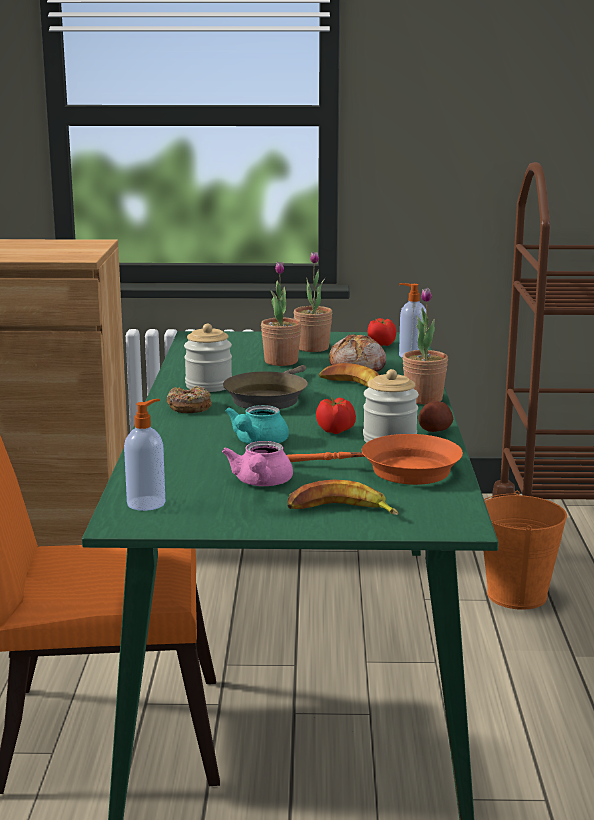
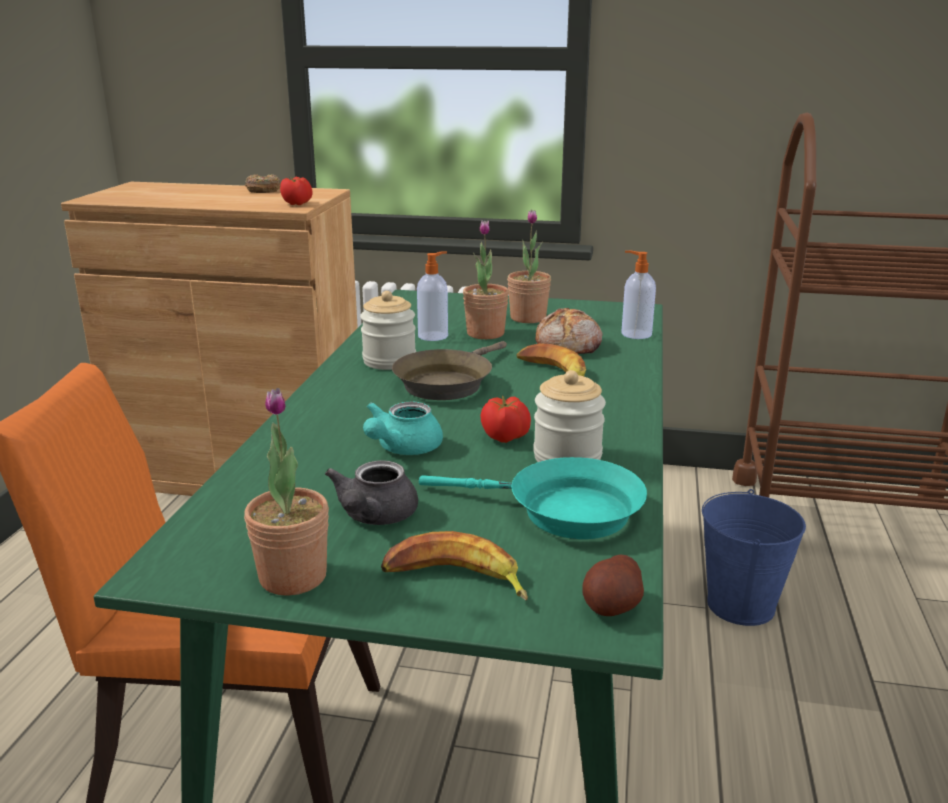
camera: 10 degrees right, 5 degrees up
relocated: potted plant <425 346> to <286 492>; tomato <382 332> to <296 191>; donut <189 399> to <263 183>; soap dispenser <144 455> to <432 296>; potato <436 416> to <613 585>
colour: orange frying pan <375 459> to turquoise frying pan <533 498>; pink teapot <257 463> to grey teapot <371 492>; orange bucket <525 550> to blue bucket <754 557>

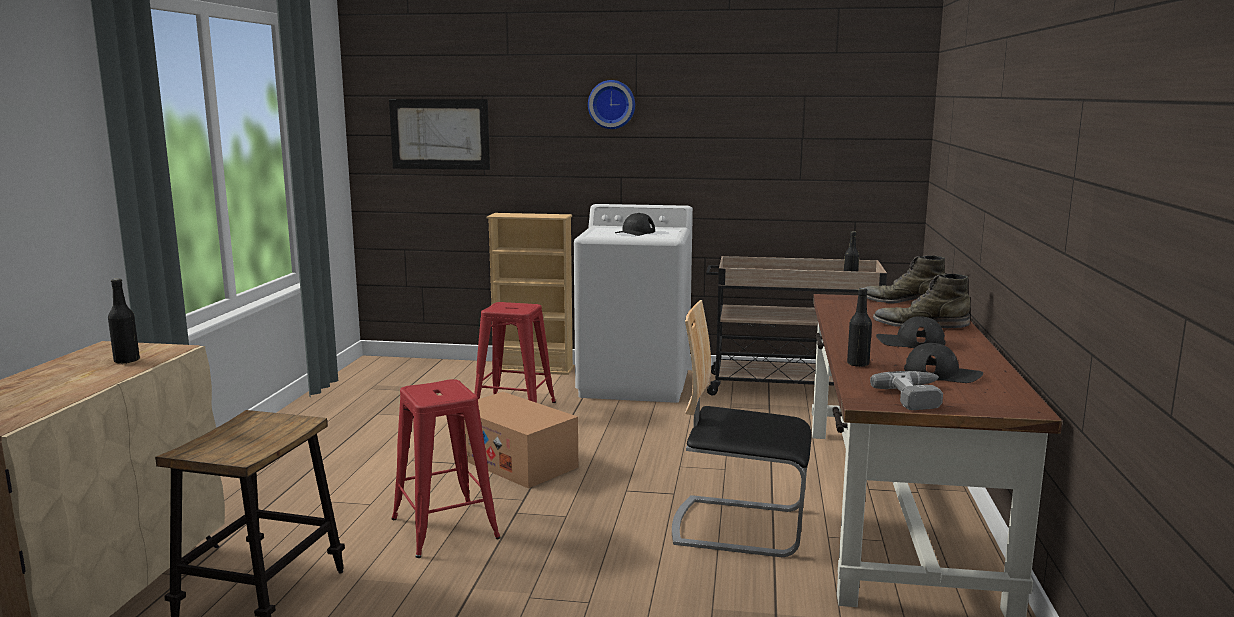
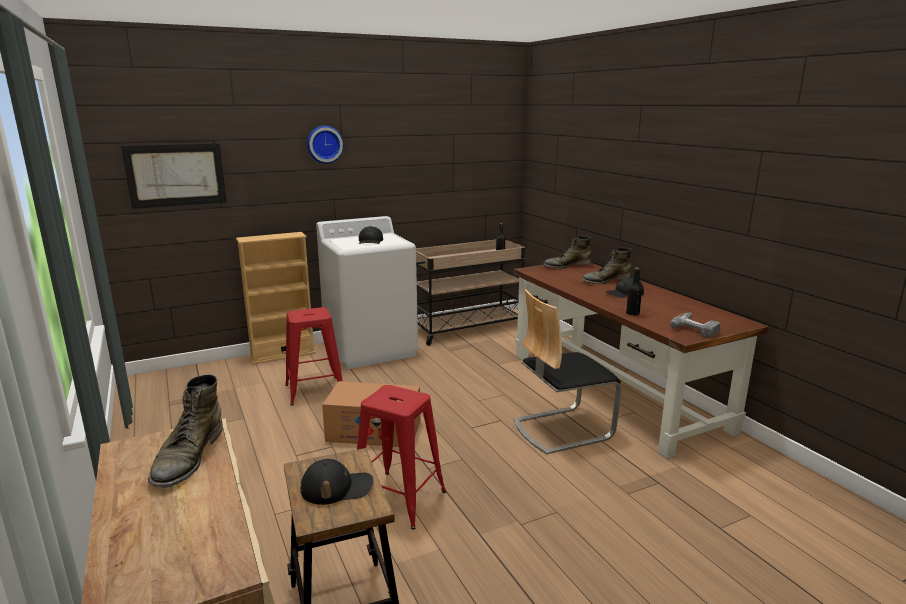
camera: 35 degrees left, 5 degrees up
relocated: black cap <943 363> to <336 482>
exchanged: black bottle <124 321> to green boot <185 431>

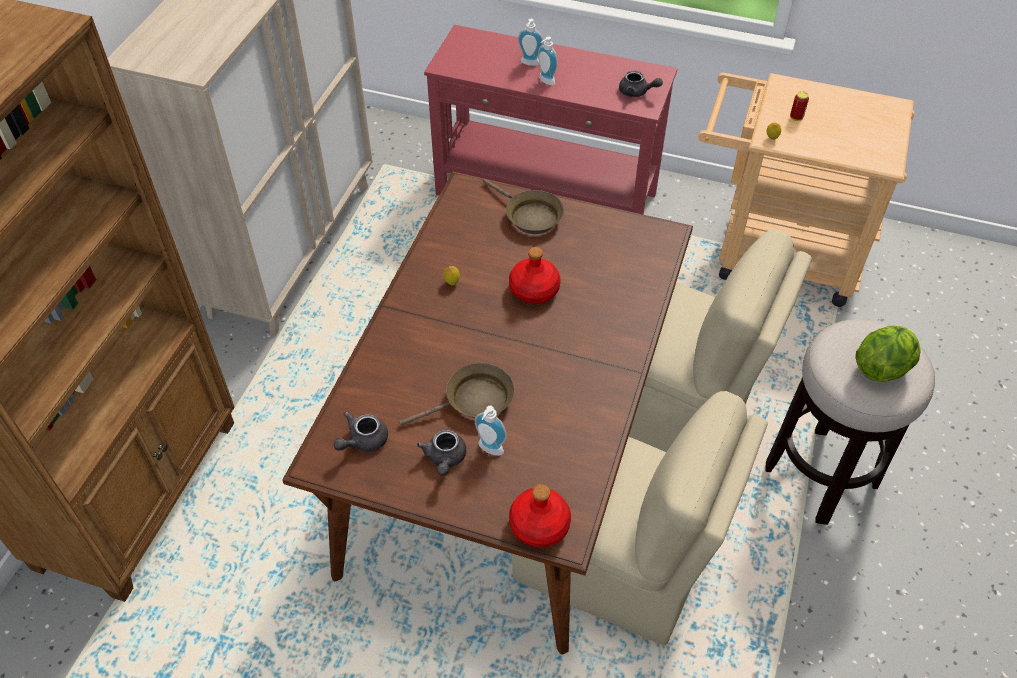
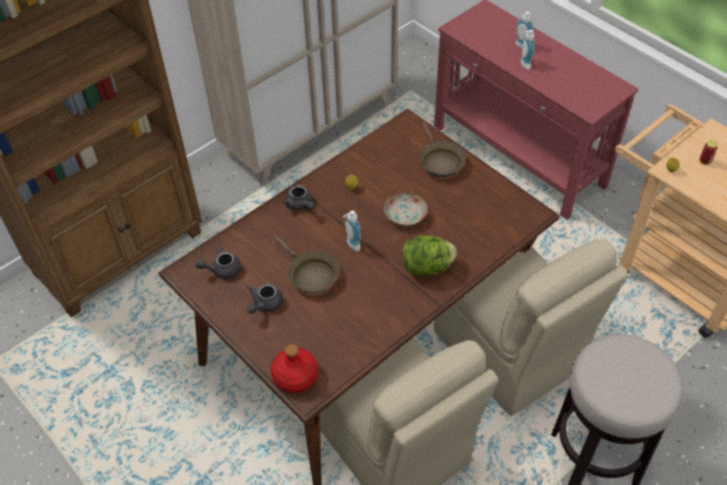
camera: 30 degrees right, 0 degrees up
relocated: grey teapot <641 84> to <299 198>; lettuce <888 354> to <429 255>; soap dispenser <491 431> to <352 230>
exchanged: red bottle <535 275> to plate <406 209>
spun: brown frying pan <456 394> = <307 264> 45 degrees clockwise

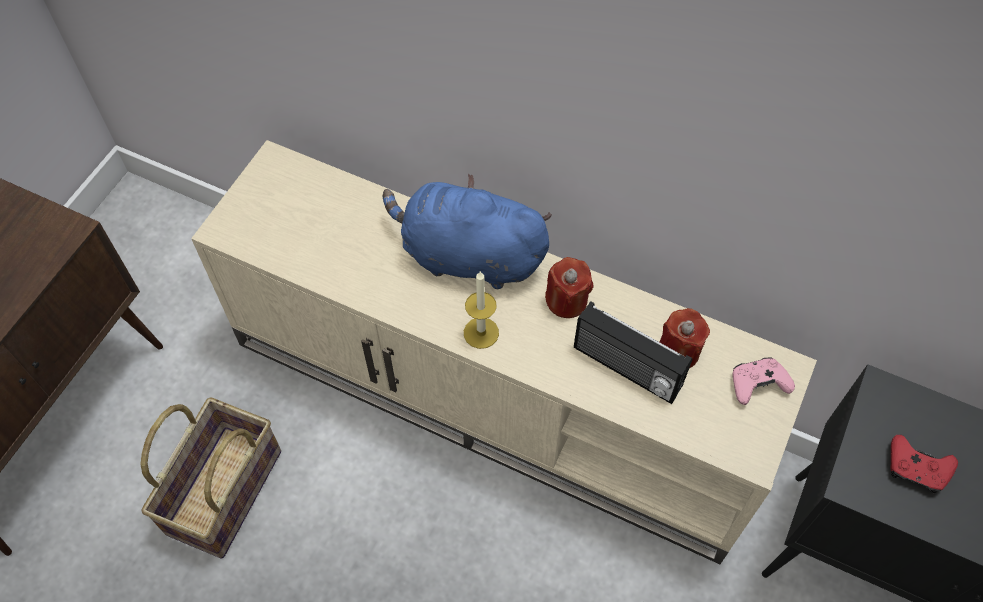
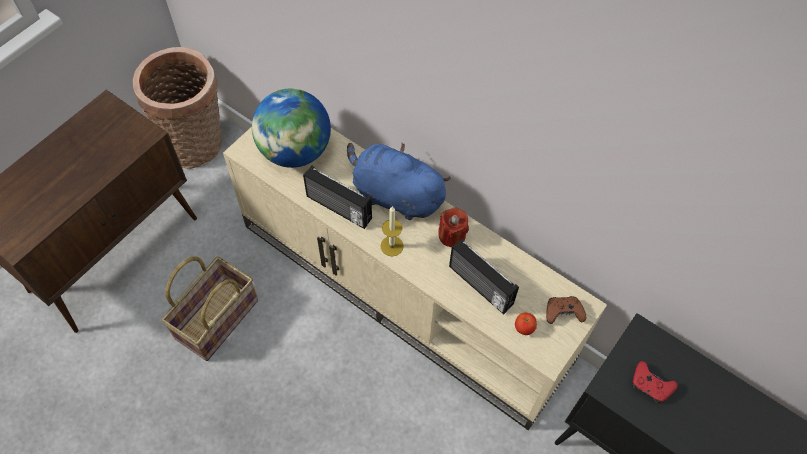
camera: 10 degrees right, 0 degrees up
missing: red candle <685 338>
appeared: basket <177 108>; globe <291 128>; radio <337 197>; apple <526 323>
colour: pink game controller <763 381> to brown game controller <566 310>

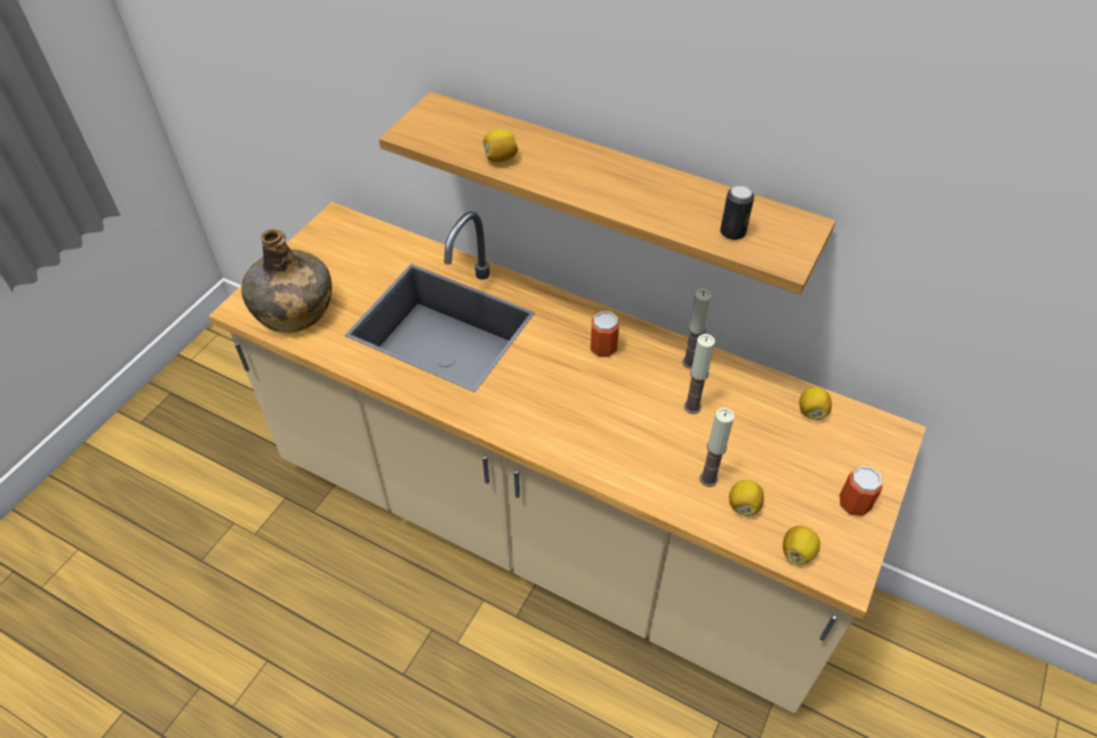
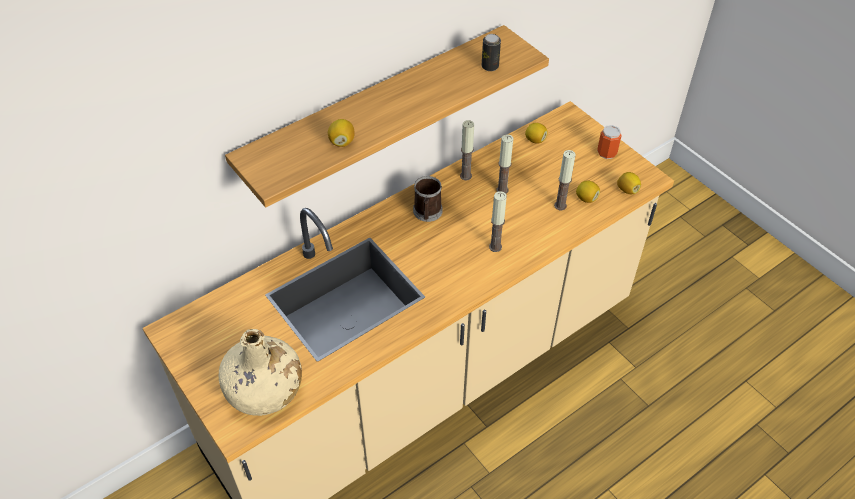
camera: 65 degrees left, 0 degrees up
appeared: candle <498 221>
exchanged: can <605 334> to mug <428 199>
colour: green bottle <286 281> to beige bottle <260 372>

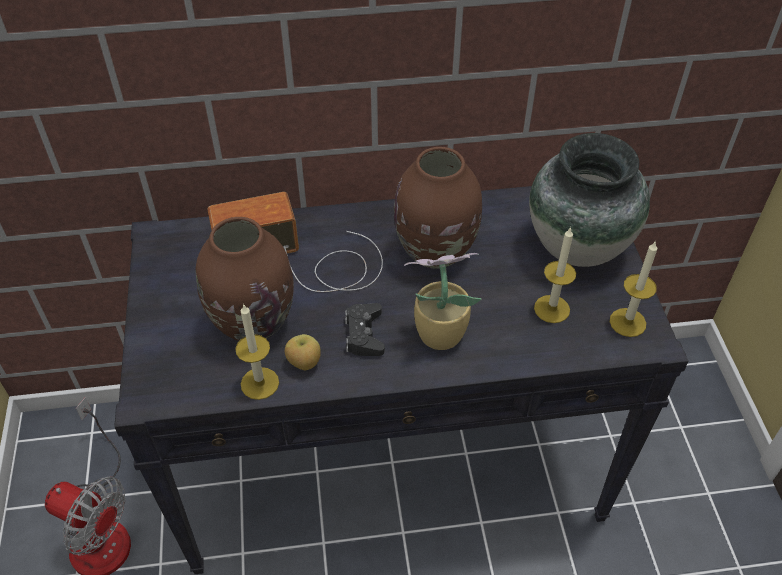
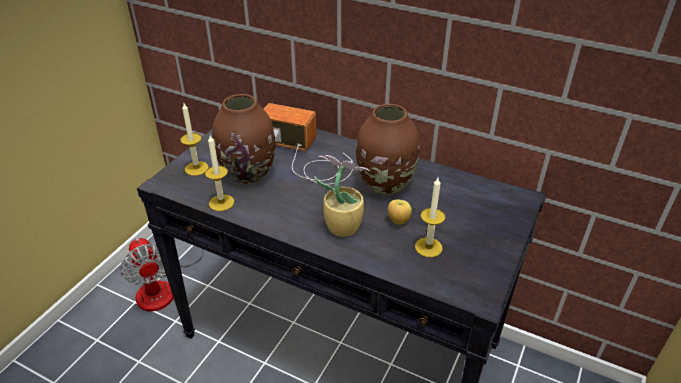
camera: 35 degrees right, 10 degrees down
missing: vase <589 200>; black game controller <365 329>
relocated: candle <633 289> to <194 139>; apple <303 352> to <400 212>

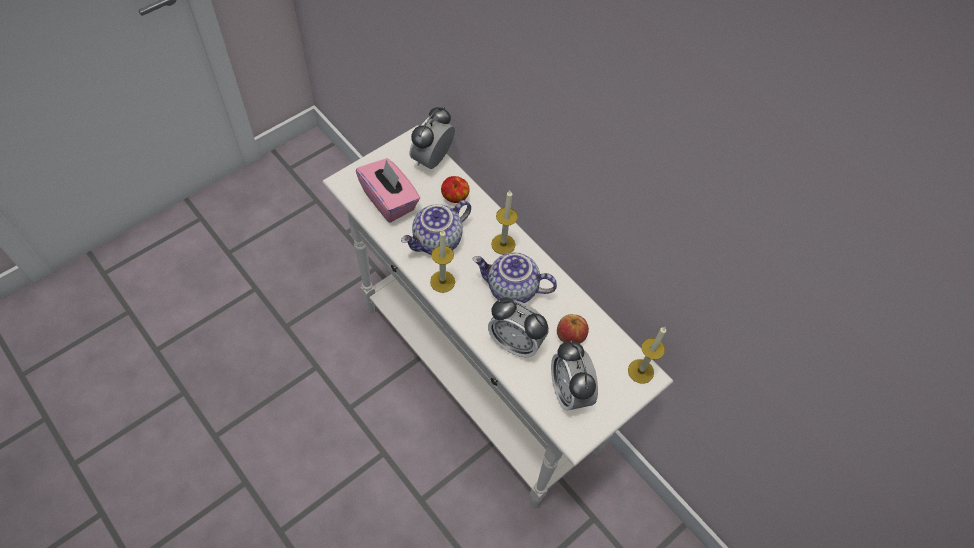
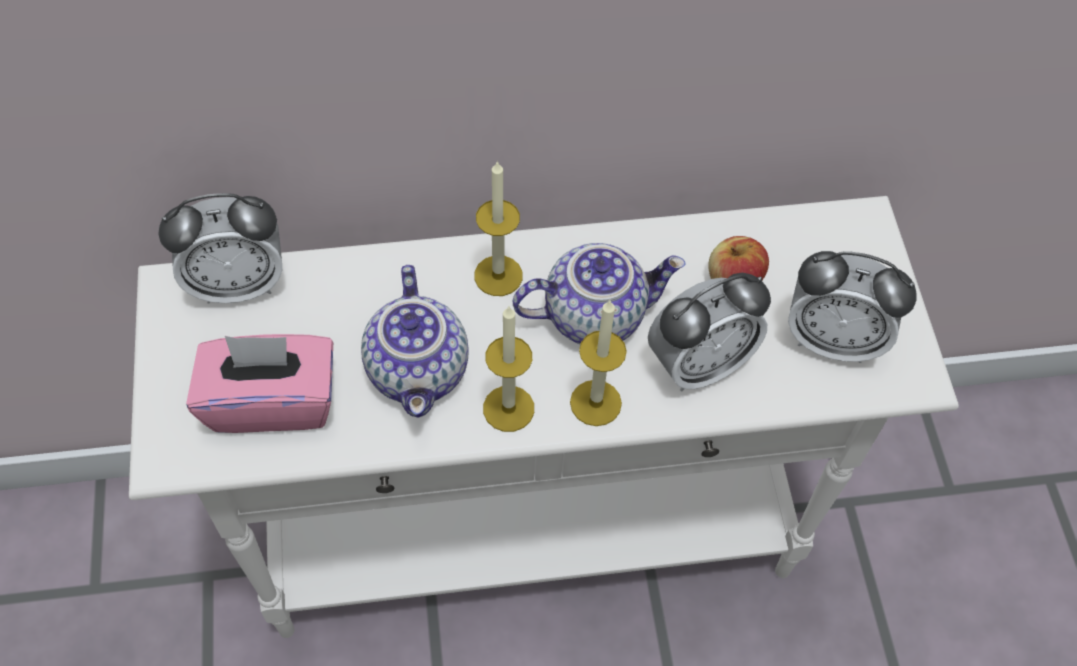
camera: 55 degrees left, 0 degrees up
missing: apple <455 189>
relocated: candle <647 355> to <598 362>
spun: alarm clock <432 138> = <220 248> 75 degrees counterclockwise; teapot <515 278> = <599 293> 150 degrees counterclockwise

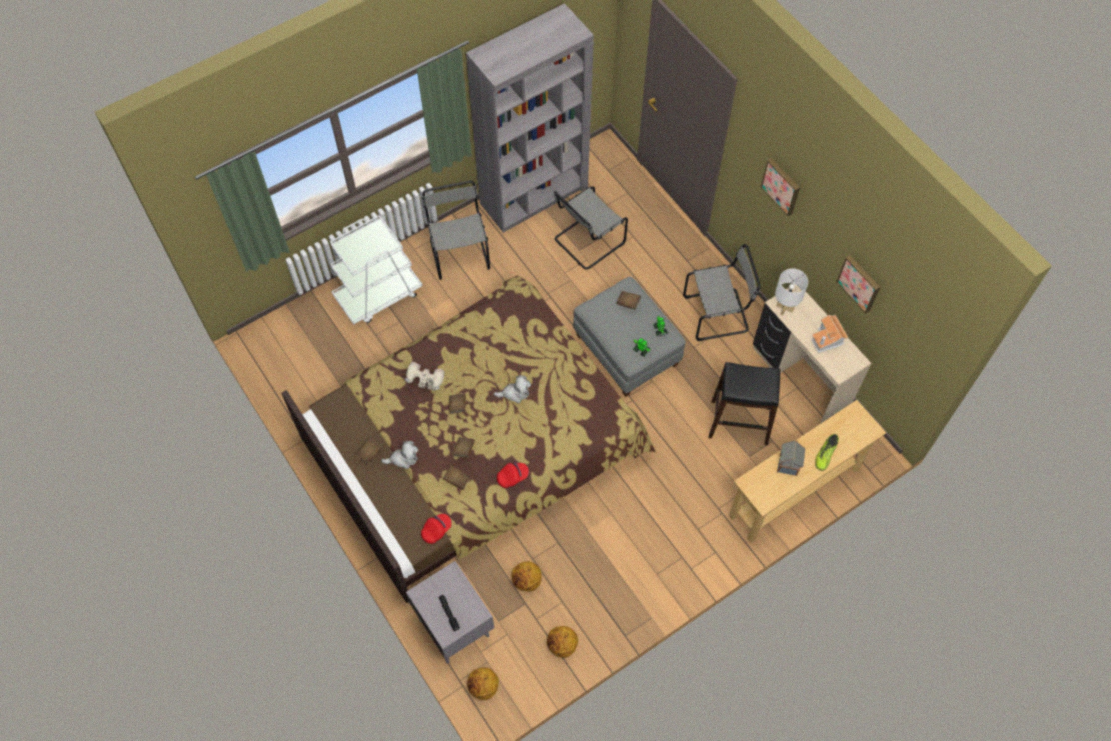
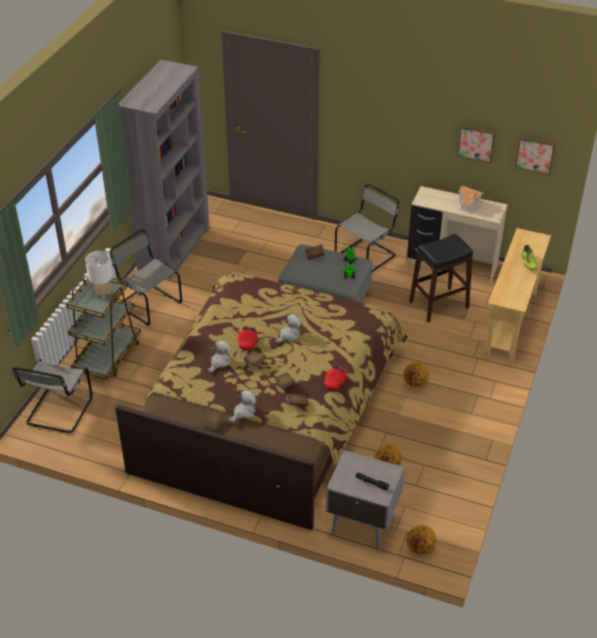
camera: 35 degrees left, 20 degrees down
missing: toy house <791 458>
relocated: picture <780 187> to <535 155>; grey chair <591 227> to <52 396>; white table lamp <791 292> to <99 275>; red cap <436 529> to <248 338>; basketball <562 642> to <416 374>
exchanged: toy robot <425 376> to plush toy <219 356>
colour: white cart <376 270> to brown cart <103 329>

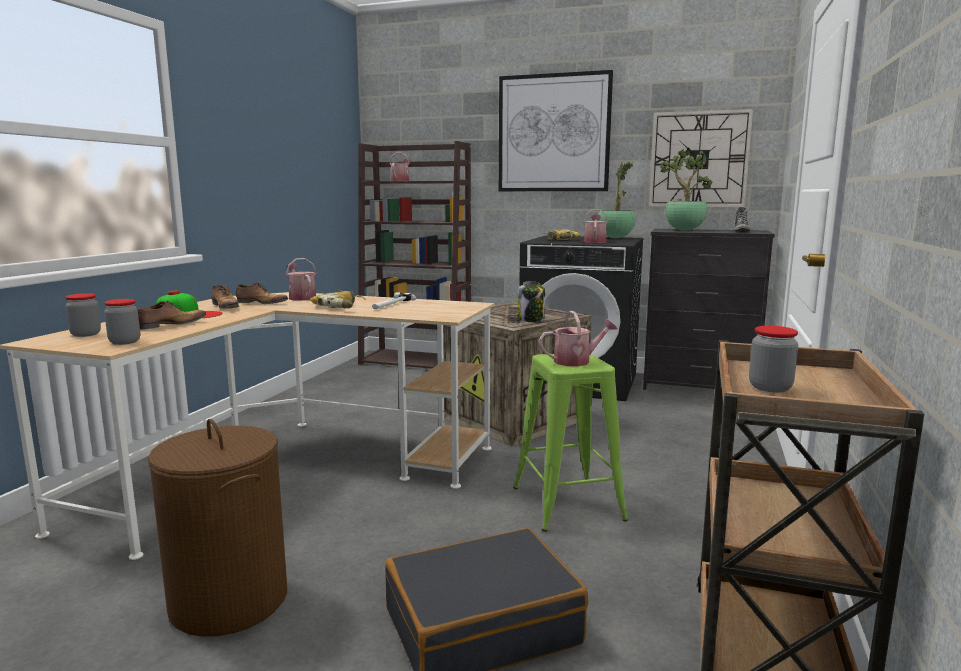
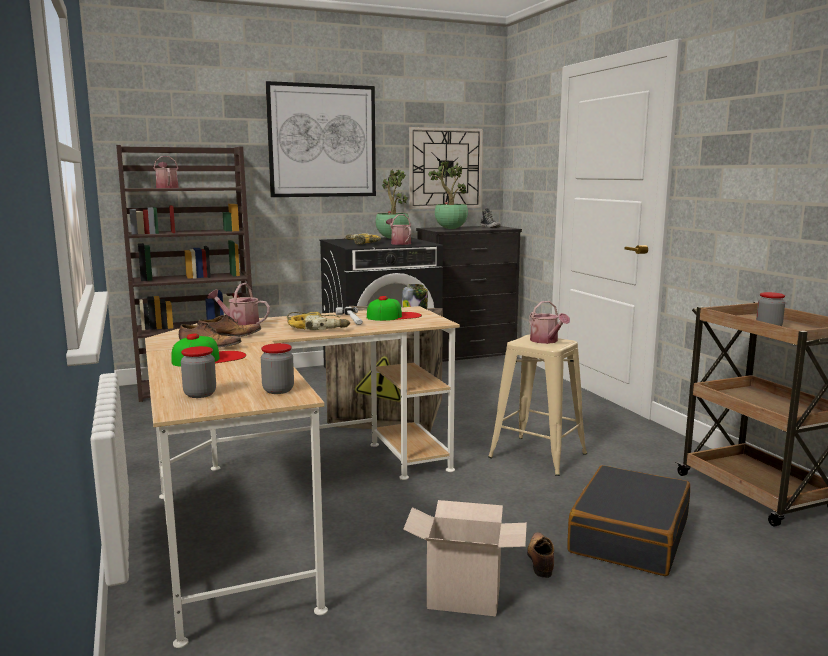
camera: 40 degrees left, 0 degrees up
appeared: cap <394 308>
relocated: shoe <171 315> to <540 555>
exchanged: brown laundry basket <217 528> to cardboard box <465 558>
colour: green stool <570 443> to beige stool <537 405>
spun: watering can <578 338> = <549 322> 120 degrees clockwise

